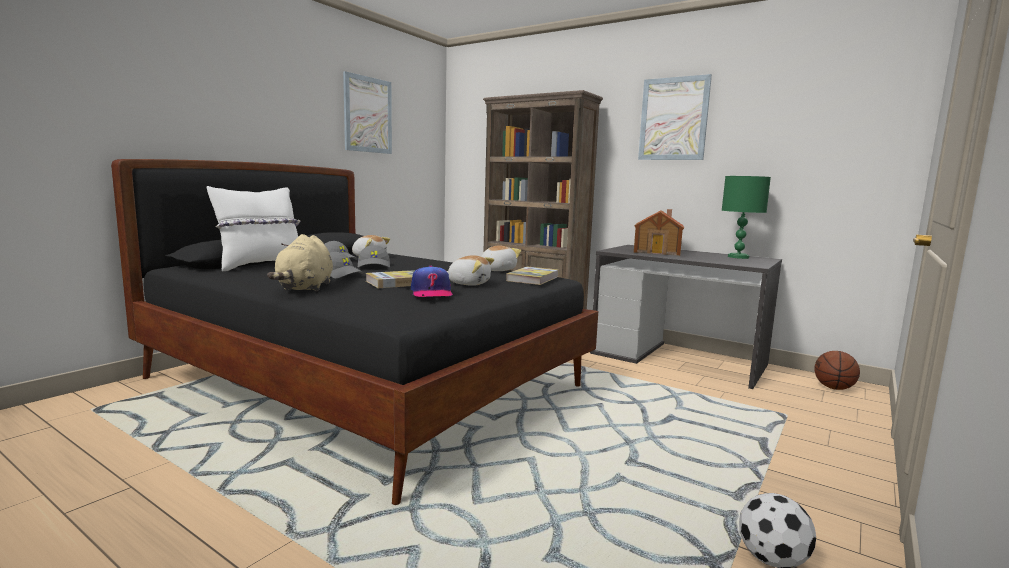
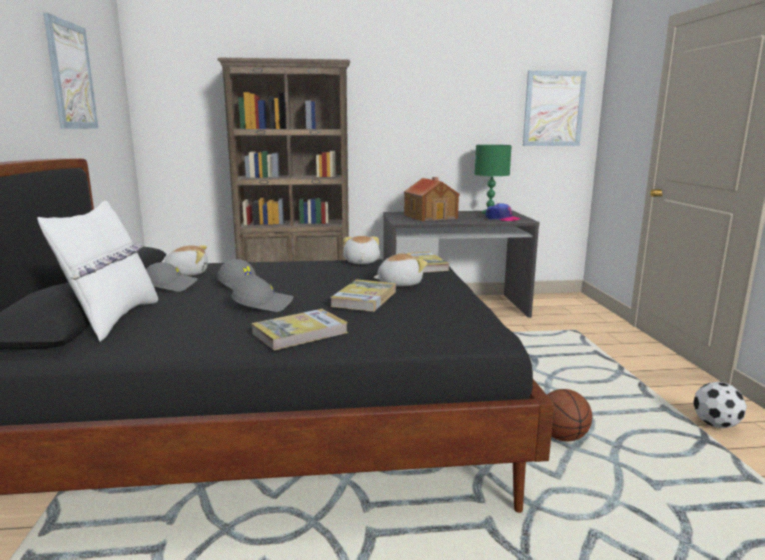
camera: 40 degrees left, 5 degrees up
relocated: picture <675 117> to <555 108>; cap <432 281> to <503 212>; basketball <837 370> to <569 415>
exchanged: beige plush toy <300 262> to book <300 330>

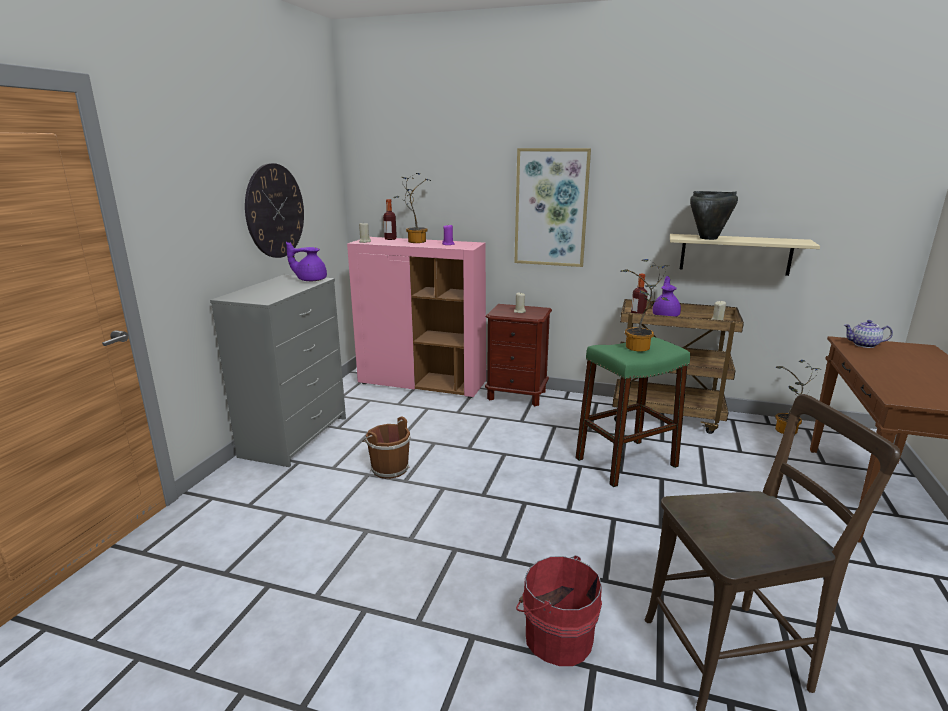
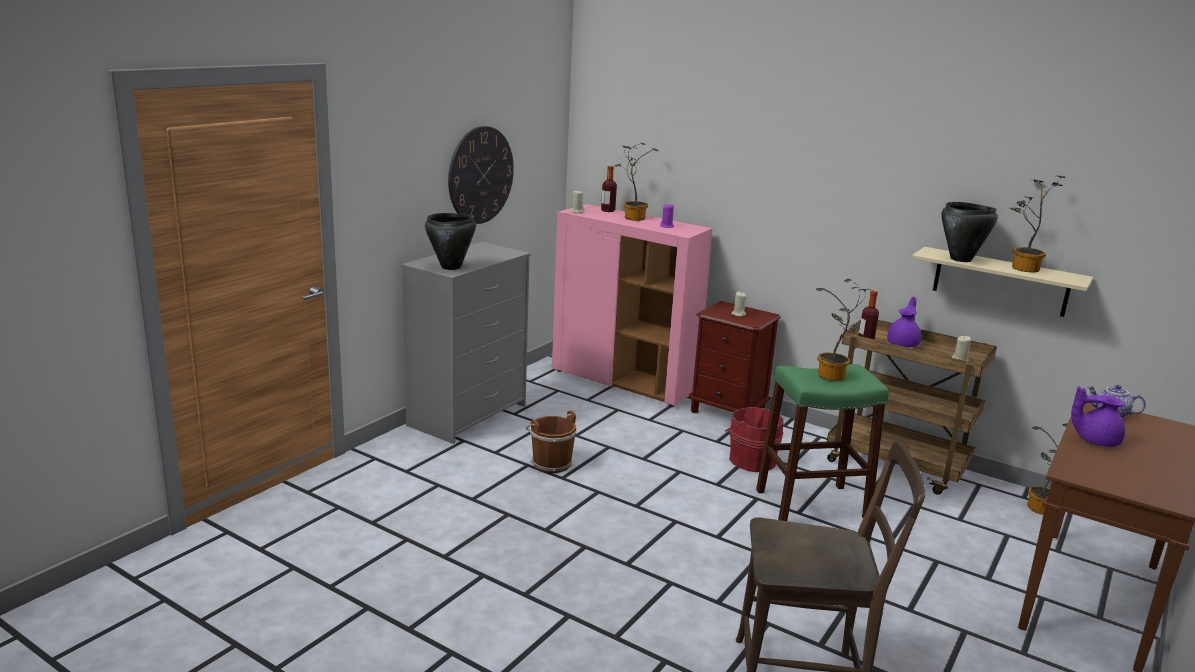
camera: 15 degrees right, 0 degrees up
missing: picture <552 207>
appeared: potted plant <1037 224>; black cooking pot <450 241>
relocated: purple teapot <306 261> to <1098 416>; red bucket <559 610> to <754 439>

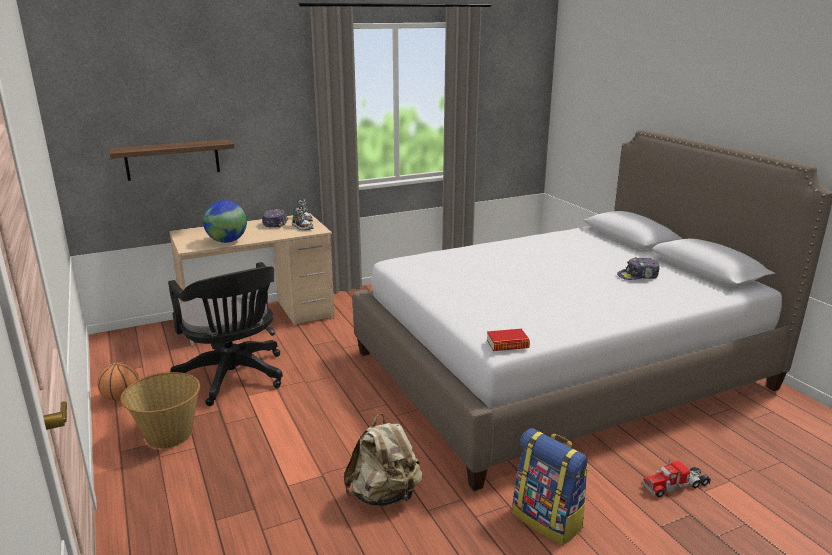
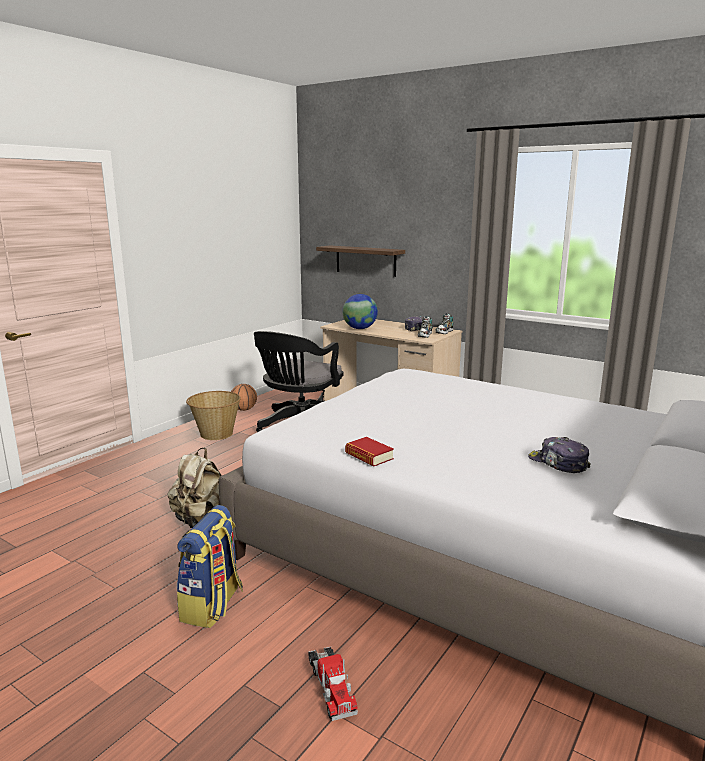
camera: 60 degrees right, 5 degrees down
relocated: book <508 340> to <369 451>
spun: toy truck <677 478> = <333 684> 150 degrees counterclockwise

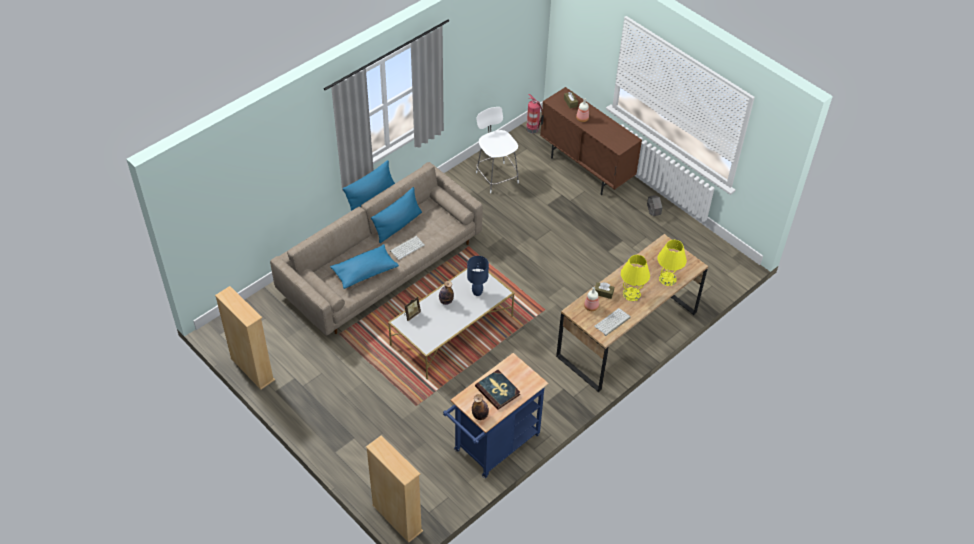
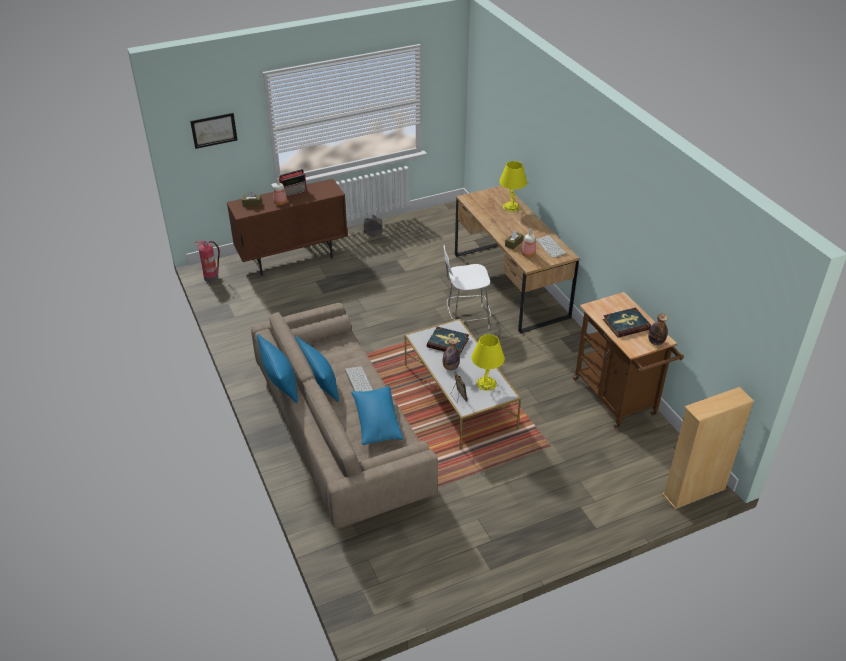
camera: 70 degrees left, 10 degrees down
missing: beige bookcase <245 337>
appeared: picture <213 131>; radio <293 183>
relocated: white stool <497 150> to <467 287>; yellow table lamp <635 278> to <488 362>
exchanged: blue table lamp <478 276> to book <448 341>
colour: blue cart <495 415> to brown cart <628 360>

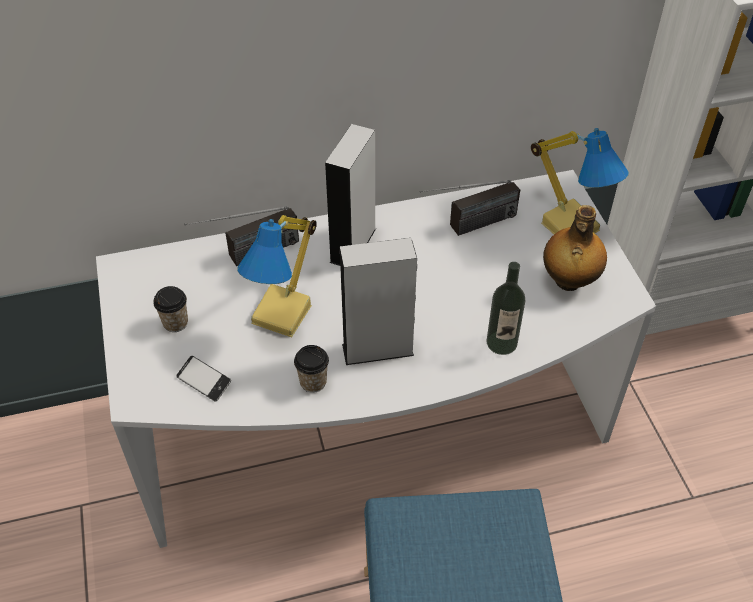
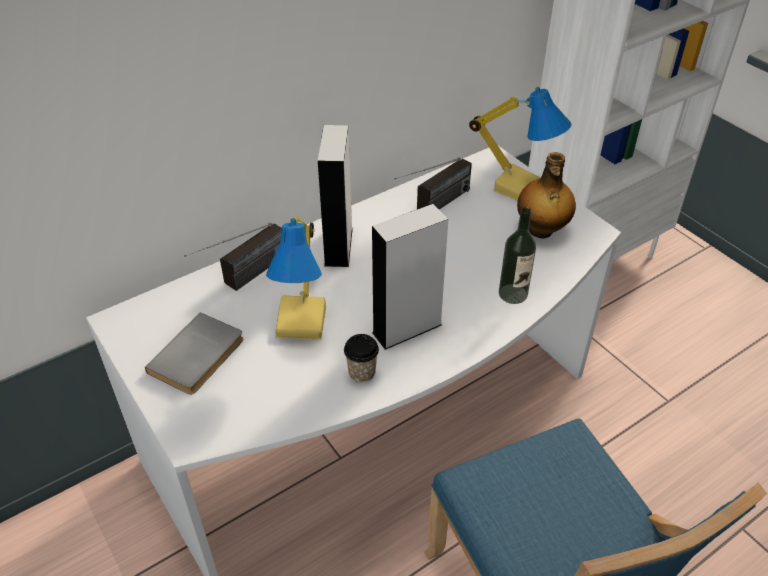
camera: 20 degrees left, 5 degrees down
missing: phone <203 379>
exchanged: cup <170 309> to grey book <194 354>

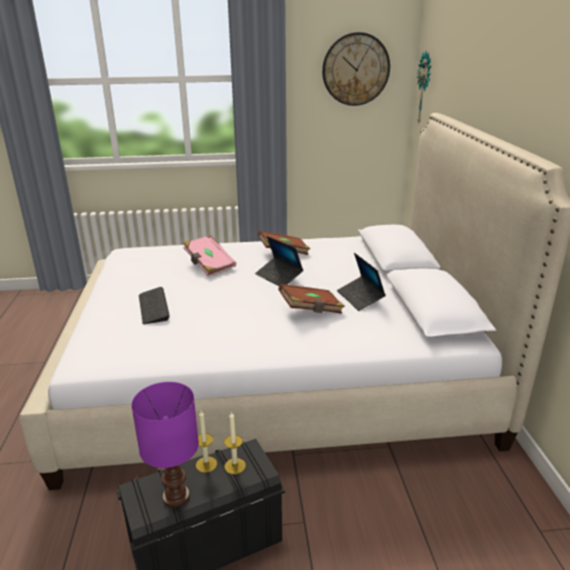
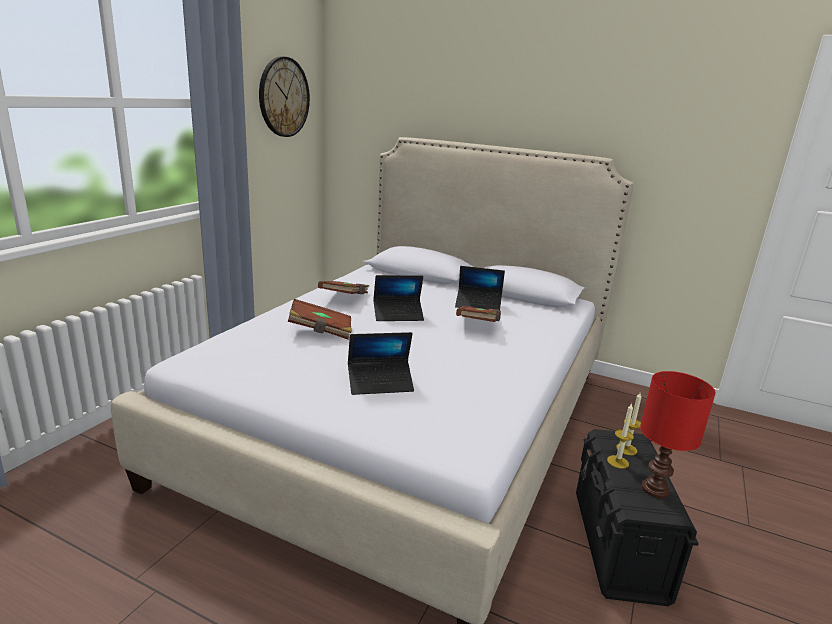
camera: 60 degrees left, 5 degrees down
missing: wall clock <424 87>
exchanged: keyboard <154 305> to laptop <381 363>
colour: pink book <209 255> to brown book <320 319>; purple table lamp <165 444> to red table lamp <678 434>

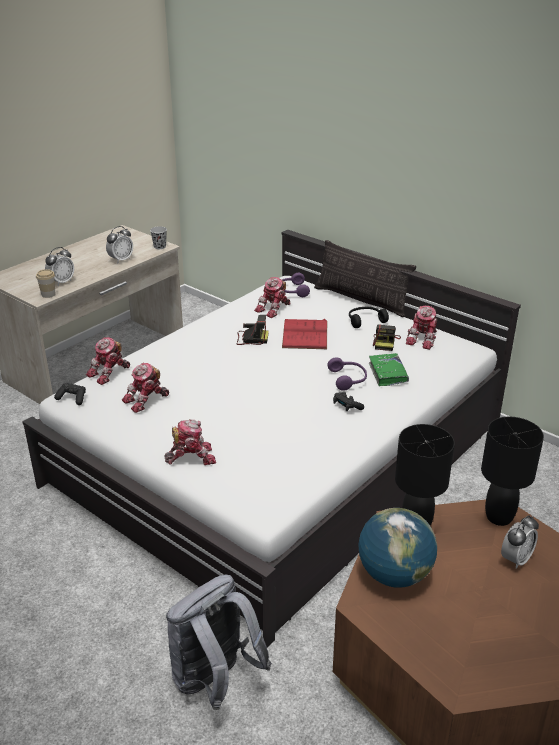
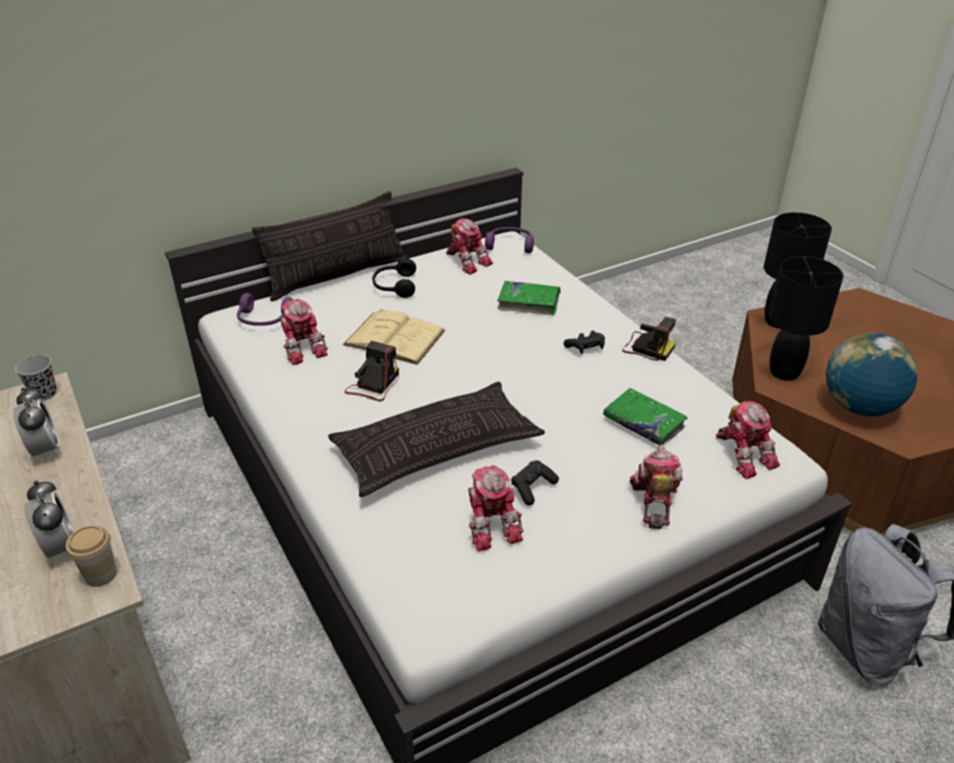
camera: 70 degrees left, 5 degrees up
missing: alarm clock <520 542>
appeared: pillow <436 439>; green book <645 416>
relocated: photo camera <387 337> to <649 339>; toy robot <108 361> to <748 440>; purple headphones <347 374> to <509 240>; black game controller <70 394> to <535 483>
colour: red book <304 334> to beige book <394 337>

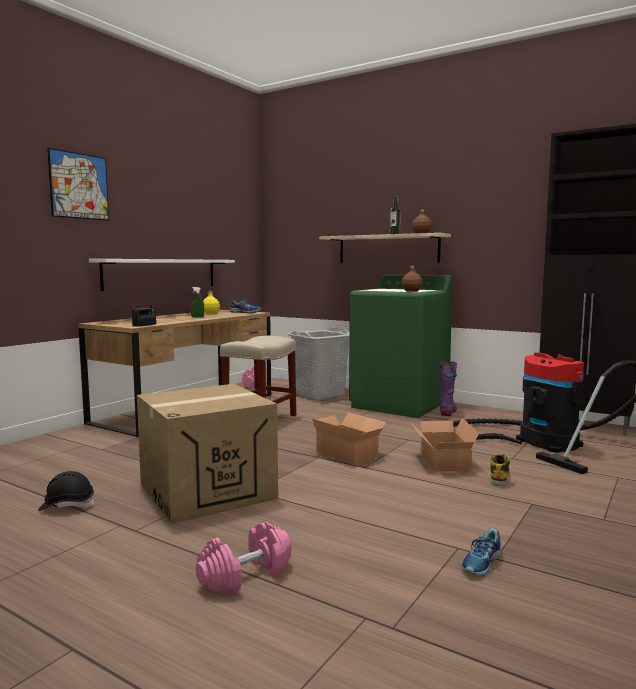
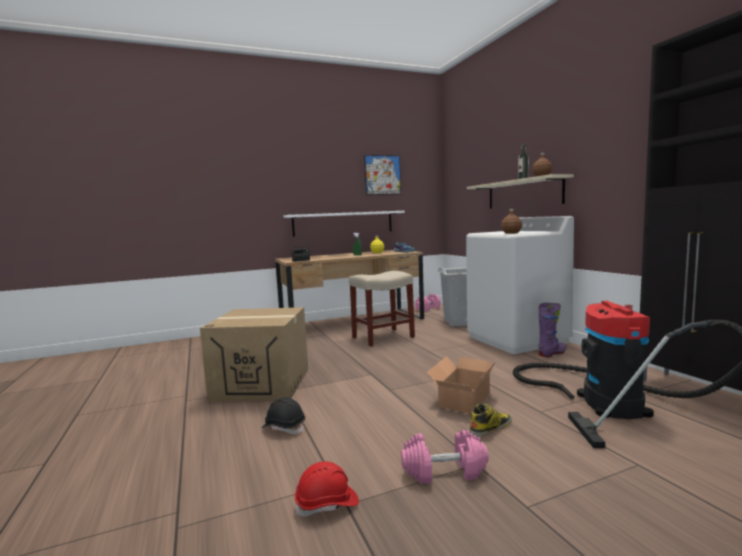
camera: 35 degrees right, 0 degrees up
missing: cardboard box <349 438>
relocated: picture <78 184> to <382 175>; black hard hat <66 491> to <283 415>; pink dumbbell <244 559> to <445 457>
exchanged: shoe <481 552> to red hard hat <327 489>
colour: green washing machine <401 346> to white washing machine <520 285>

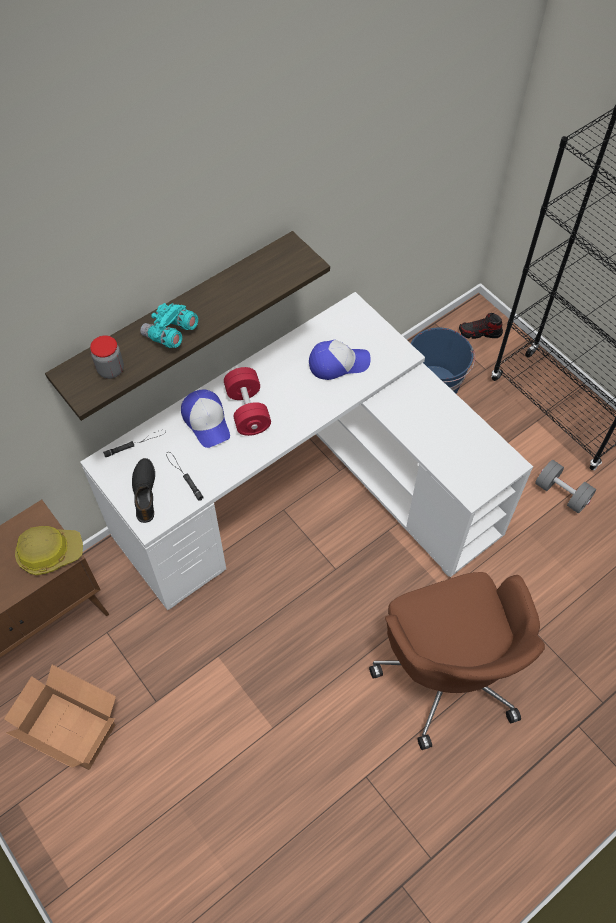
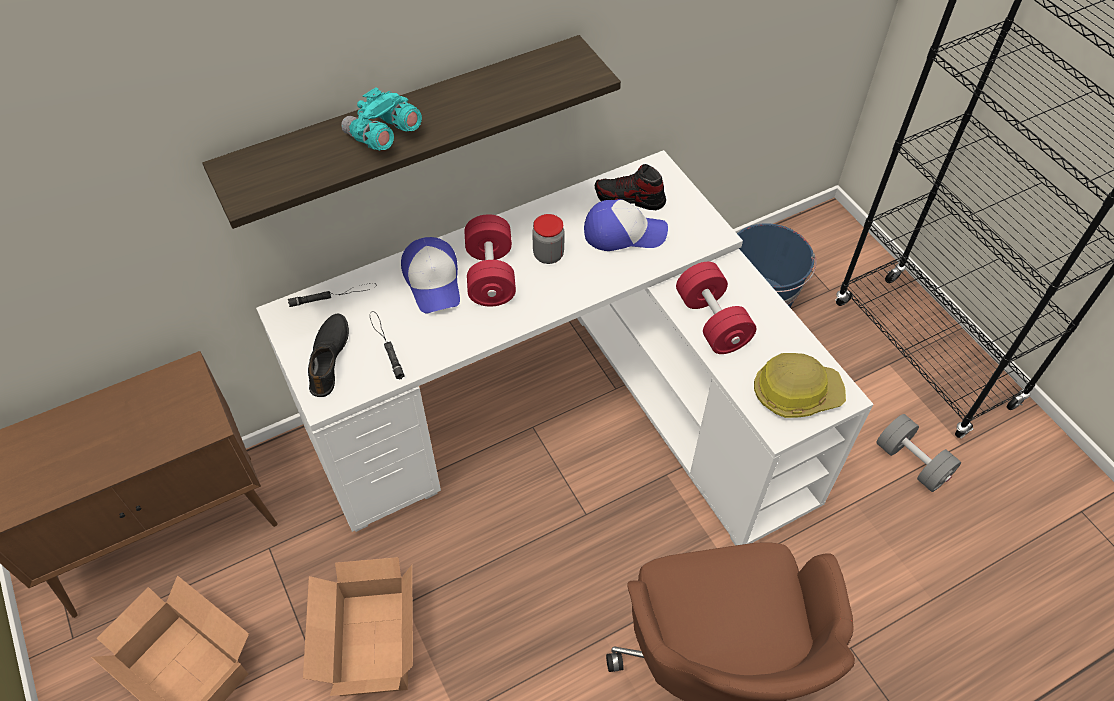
camera: 10 degrees right, 5 degrees down
appeared: red dumbbell <716 308>; cardboard box <358 626>
relocated: shoe <481 326> to <630 187>; jar <107 357> to <548 239>; hard hat <49 550> to <800 385>

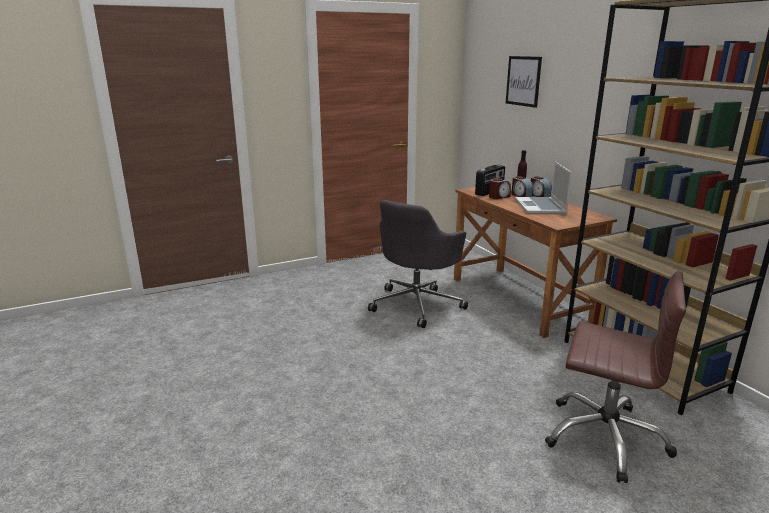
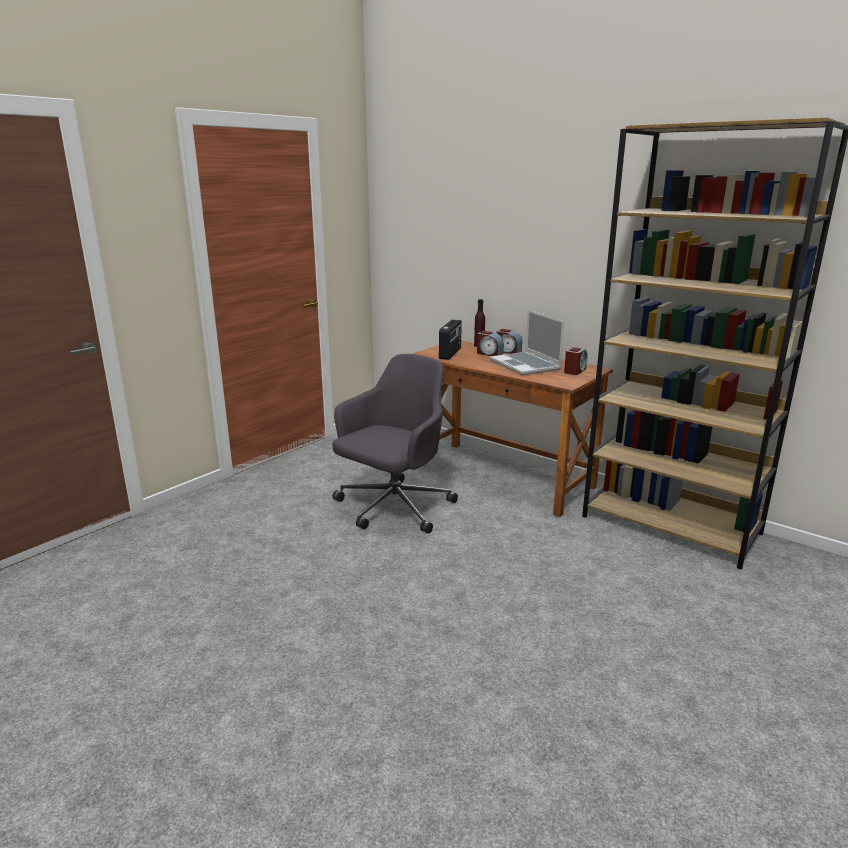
camera: 25 degrees left, 0 degrees up
missing: picture <524 82>; brown office chair <615 377>
relocated: alarm clock <500 189> to <576 361>
spun: grey office chair <418 264> = <395 443> 150 degrees counterclockwise

